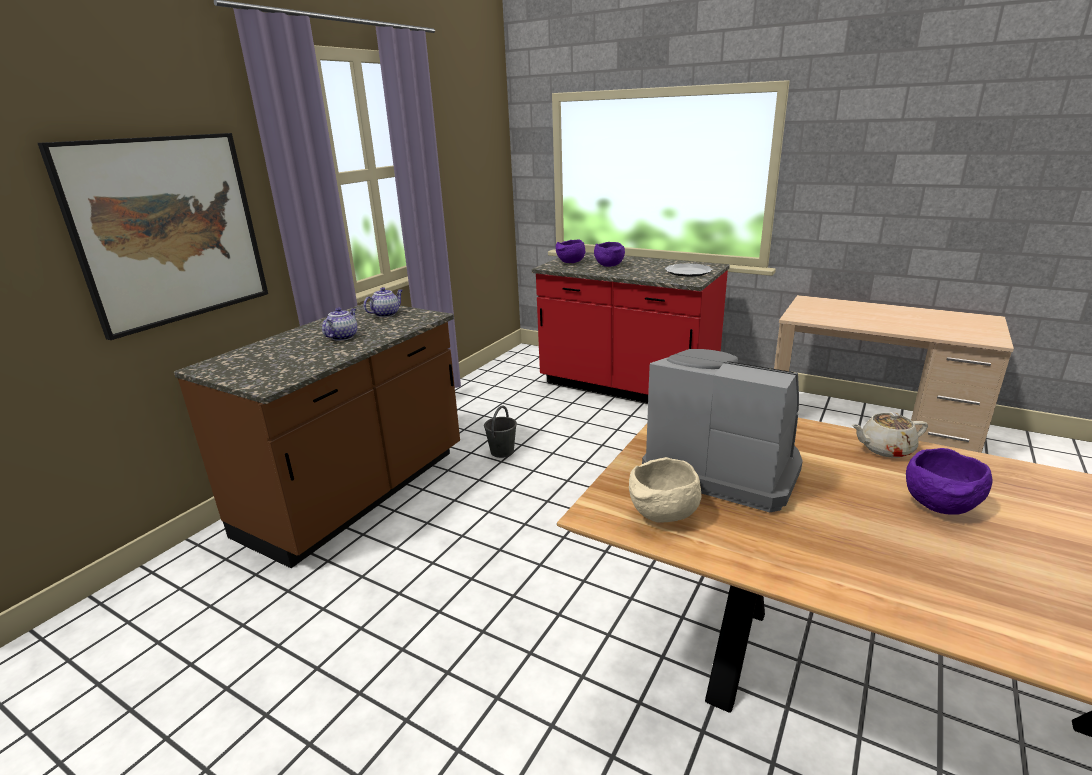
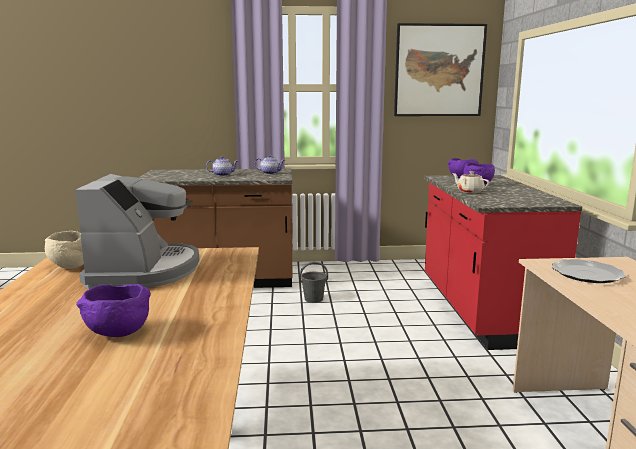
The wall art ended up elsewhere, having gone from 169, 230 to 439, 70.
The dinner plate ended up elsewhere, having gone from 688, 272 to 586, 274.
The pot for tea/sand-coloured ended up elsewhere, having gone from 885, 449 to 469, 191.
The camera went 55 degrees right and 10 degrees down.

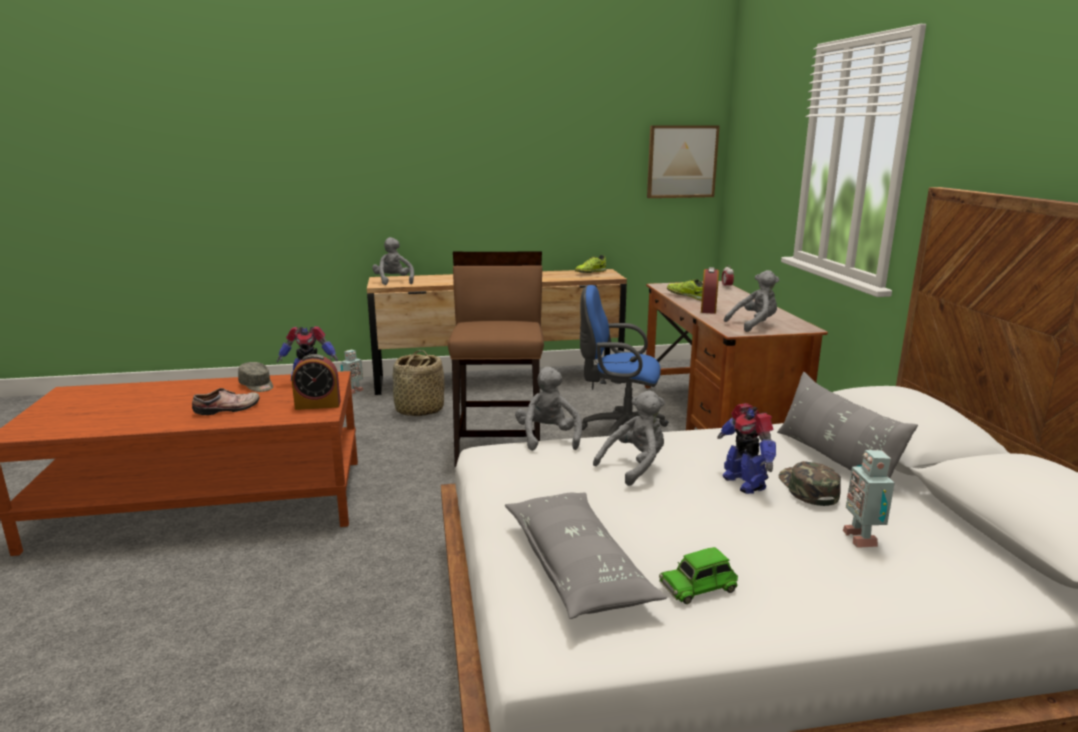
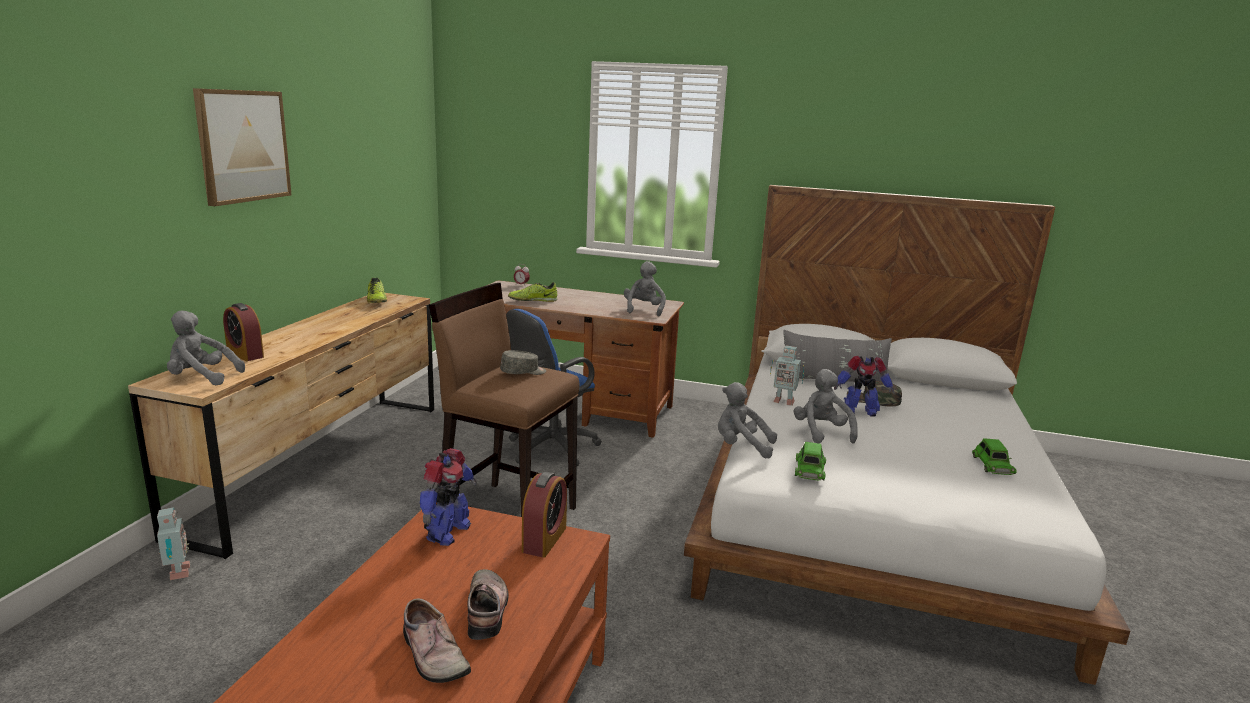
The second view lost the household basket at 419, 410.
The second view lost the cushion/gray at 577, 567.
The second view gained the shoe at 431, 655.
The second view gained the miniature car/green-coloured at 809, 469.
The peaked cap/gray ended up elsewhere, having gone from 257, 386 to 523, 372.
The wall art ended up elsewhere, having gone from 681, 161 to 243, 146.
The table clock ended up elsewhere, having gone from 708, 309 to 245, 354.
The toy robot ended up elsewhere, having gone from 862, 538 to 783, 401.
The camera went 65 degrees left and 0 degrees up.

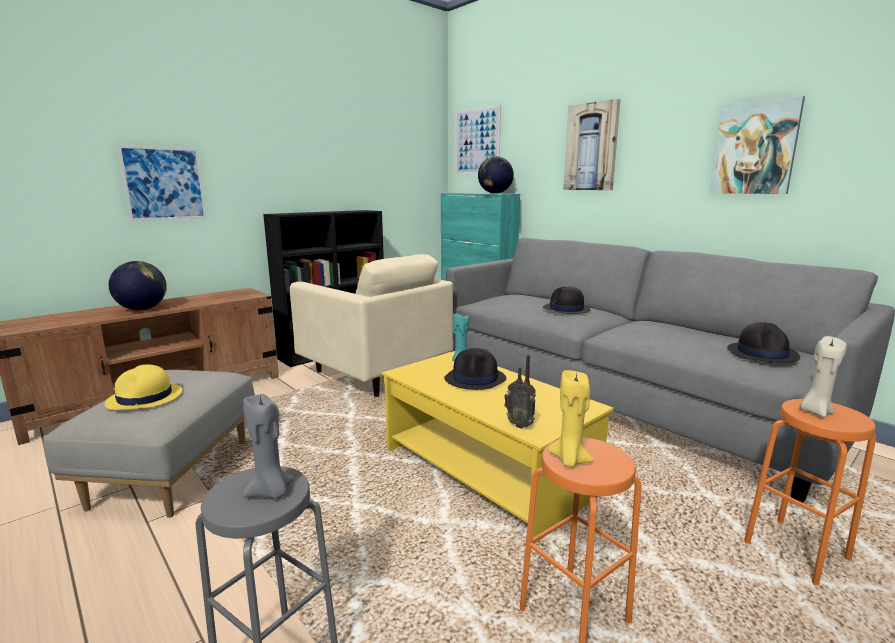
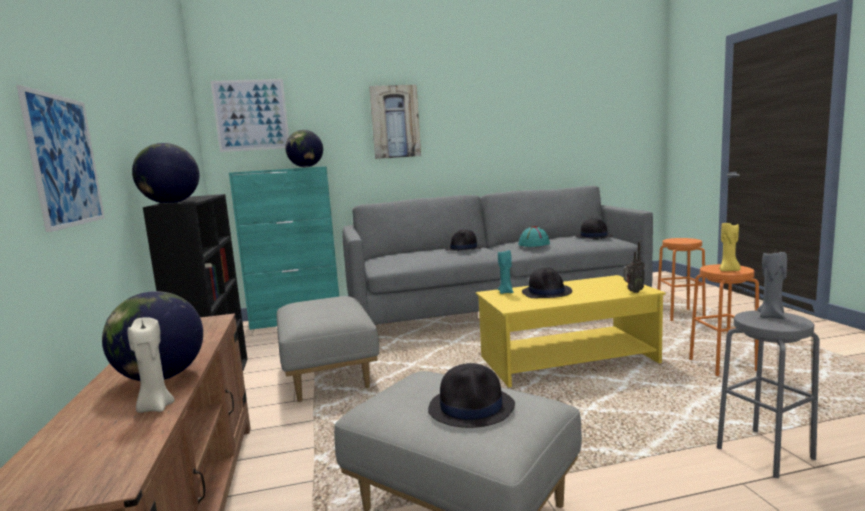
The second view lost the wall art at 754, 148.
The second view gained the globe at 171, 203.
The second view gained the hat/turquoise-coloured at 533, 244.
The wax light/sand-coloured ended up elsewhere, having gone from 815, 411 to 155, 408.
Where the lounge chair/sand-coloured stood at 374, 374, the ottoman/gray came to stand at 329, 375.
What was the hat/yellow-coloured at 145, 398 turned into the hat/black at 472, 408.
The camera went 60 degrees left and 5 degrees down.

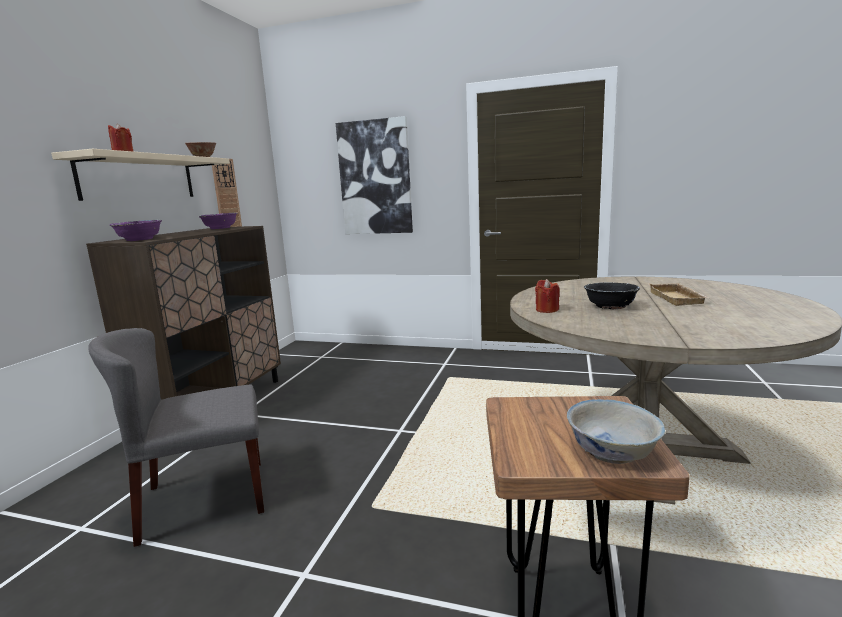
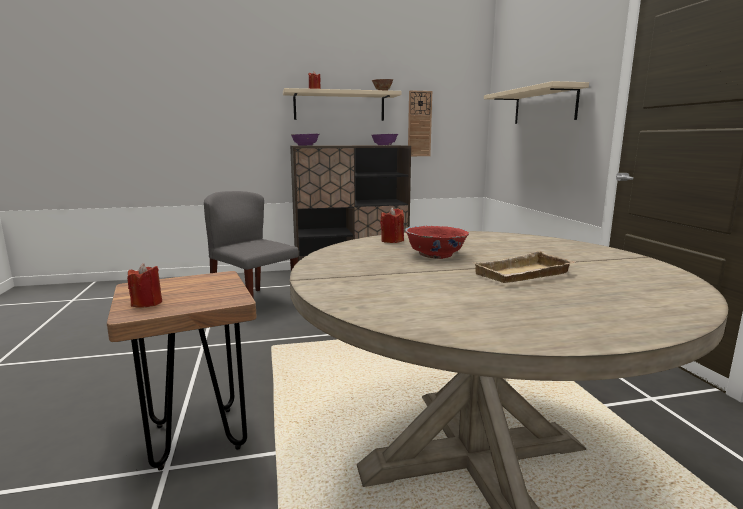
Where the wall art hung at 375, 178, the bracket shelf/sand-coloured came to hang at 544, 106.
Where the serving bowl/whitish stood at 611, 451, the wax light/reddish came to stand at 147, 303.
What was the serving bowl/black at 610, 306 turned into the serving bowl/reddish at 435, 255.
The camera went 60 degrees right and 0 degrees up.

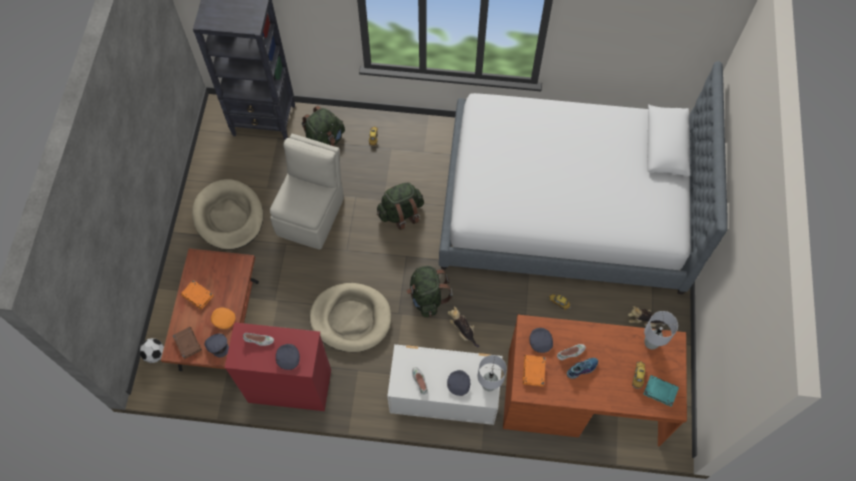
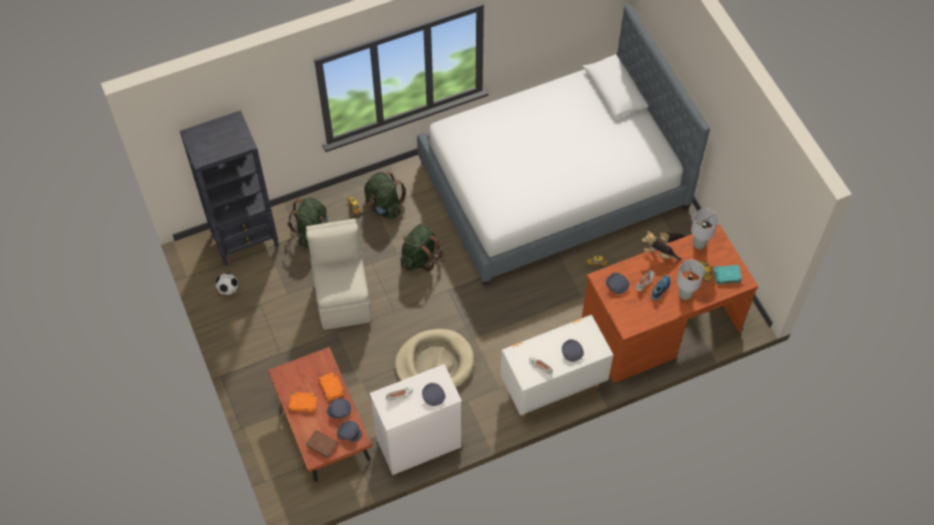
The second view lost the pet bed/sand-coloured at 229, 216.
The football ball ended up elsewhere, having gone from 155, 354 to 228, 289.
The knapsack/green-coloured ended up elsewhere, having gone from 427, 297 to 384, 206.
The plush toy ended up elsewhere, having gone from 463, 331 to 659, 253.
The tabletop lamp/gray ended up elsewhere, having gone from 489, 385 to 685, 295.
The volume/orangey ended up elsewhere, having gone from 534, 371 to 332, 387.
What was the peaked cap/orangey at 223, 320 turned into the peaked cap/gray at 339, 410.
What was the dresser/reddish at 289, 386 turned into the dresser/whitish at 418, 443.
The camera went 30 degrees left and 5 degrees down.

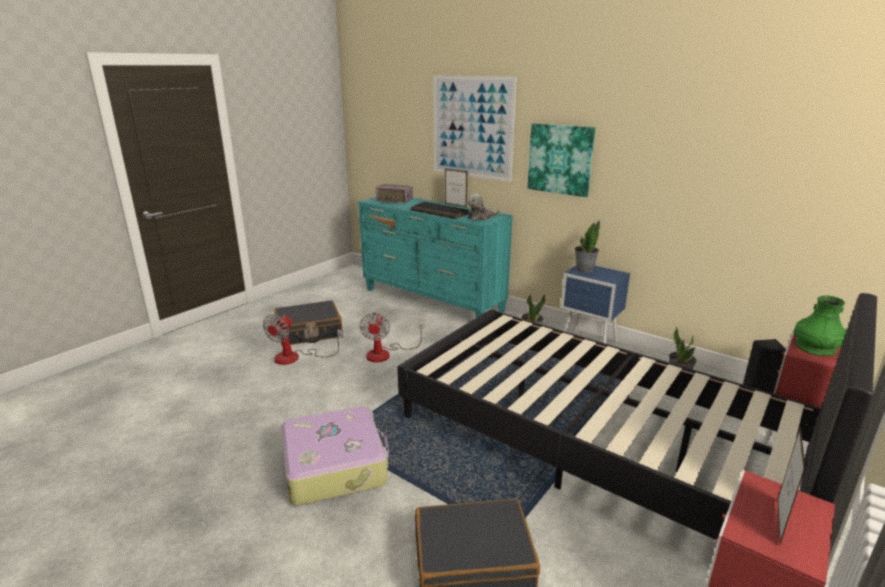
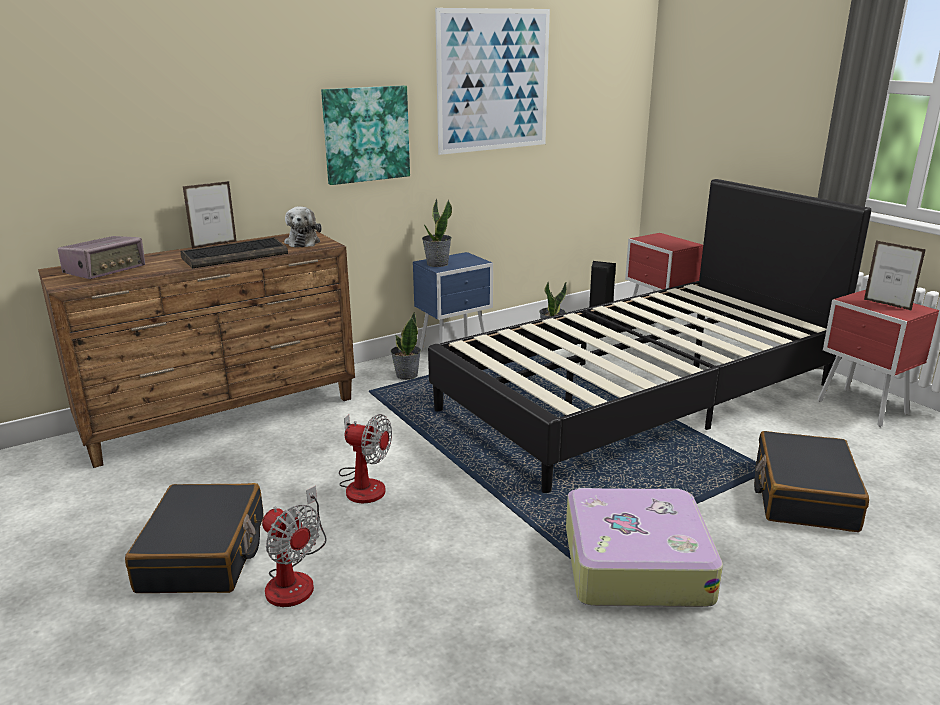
The second view lost the vase/green-coloured at 815, 347.
The wall art ended up elsewhere, having gone from 472, 127 to 493, 81.
What was the dresser/turquoise-coloured at 432, 300 turned into the dresser/brown-coloured at 223, 416.
The camera went 70 degrees left and 0 degrees up.

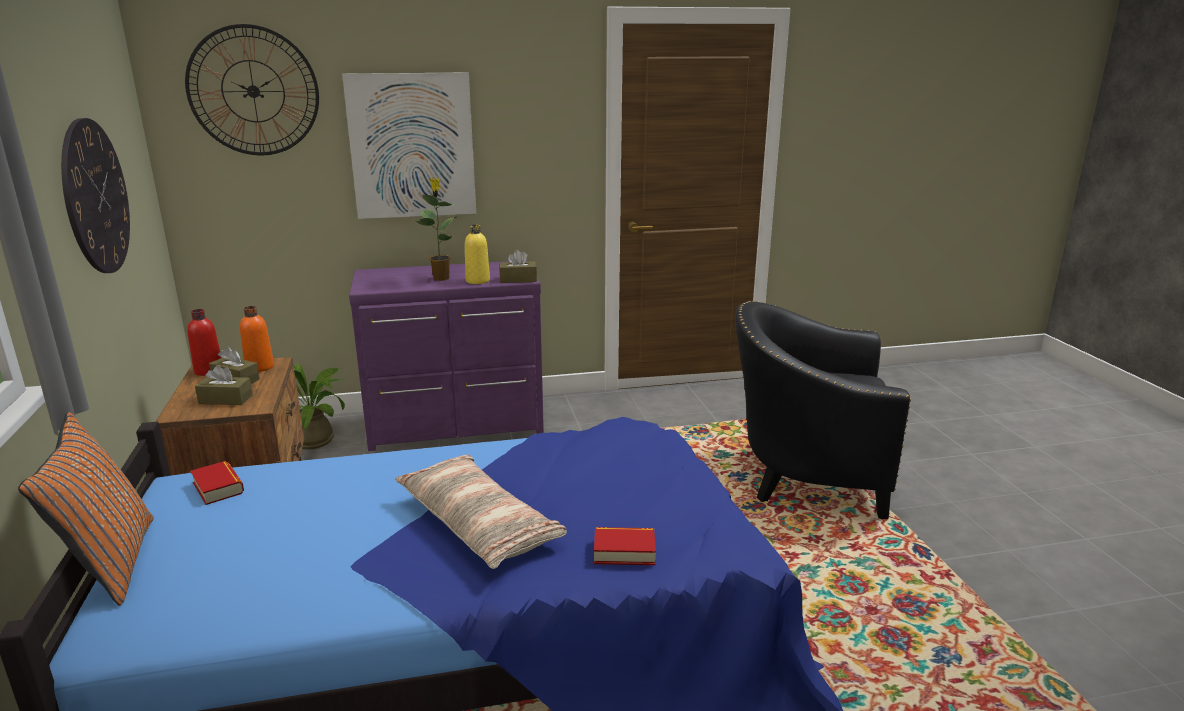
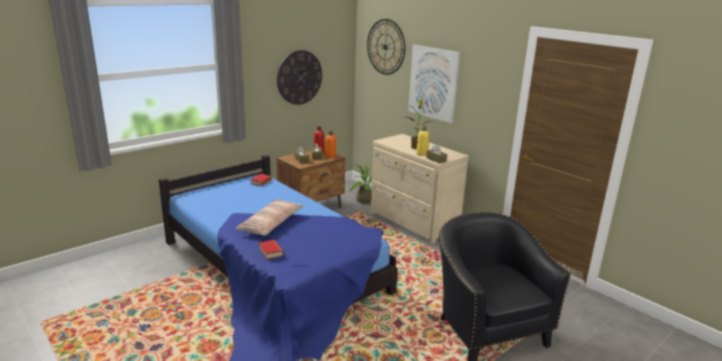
The second view lost the cushion/orangey at 110, 563.
What was the dresser/purple-coloured at 457, 425 turned into the dresser/sand-coloured at 412, 222.
The camera went 60 degrees right and 0 degrees up.

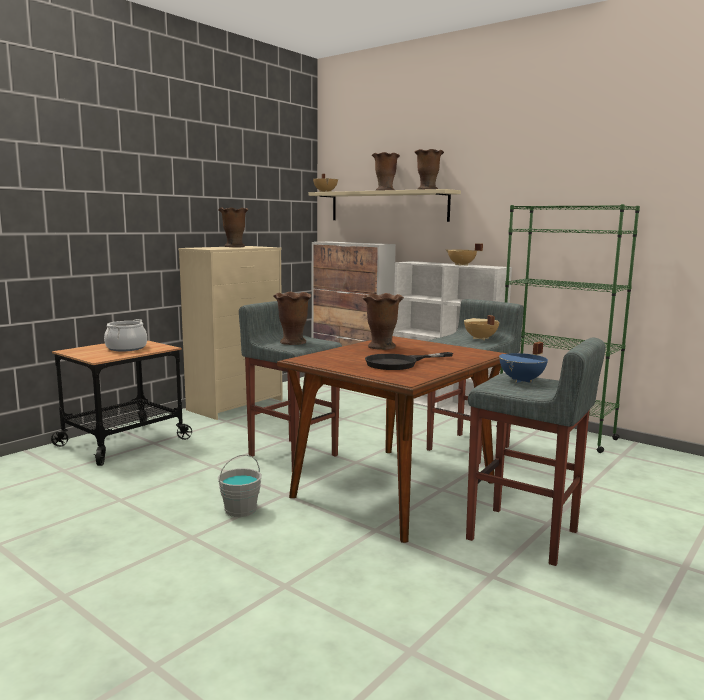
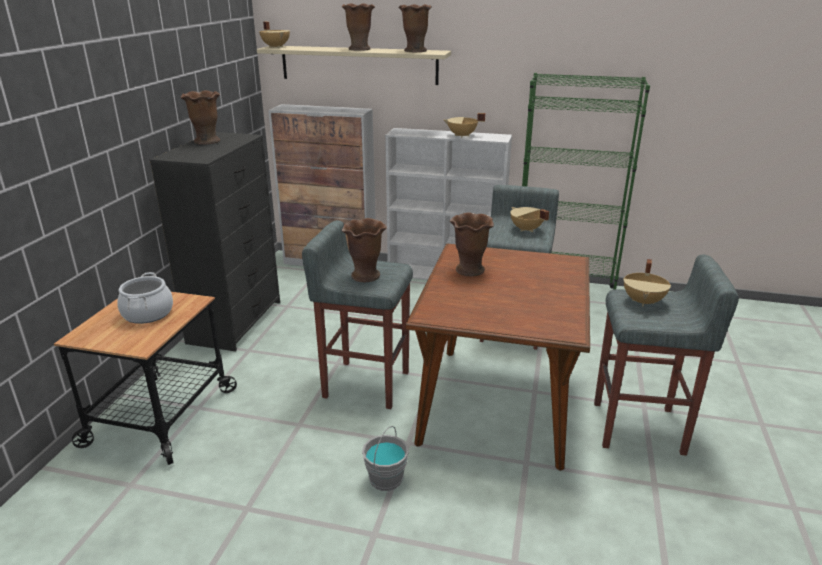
The second view lost the pan/black at 399, 363.
What was the dresser/sand-coloured at 236, 405 turned into the dresser/black at 236, 321.
What was the saucepot/bluish at 522, 381 turned into the saucepot/sand-coloured at 644, 301.
The camera went 25 degrees left and 15 degrees up.

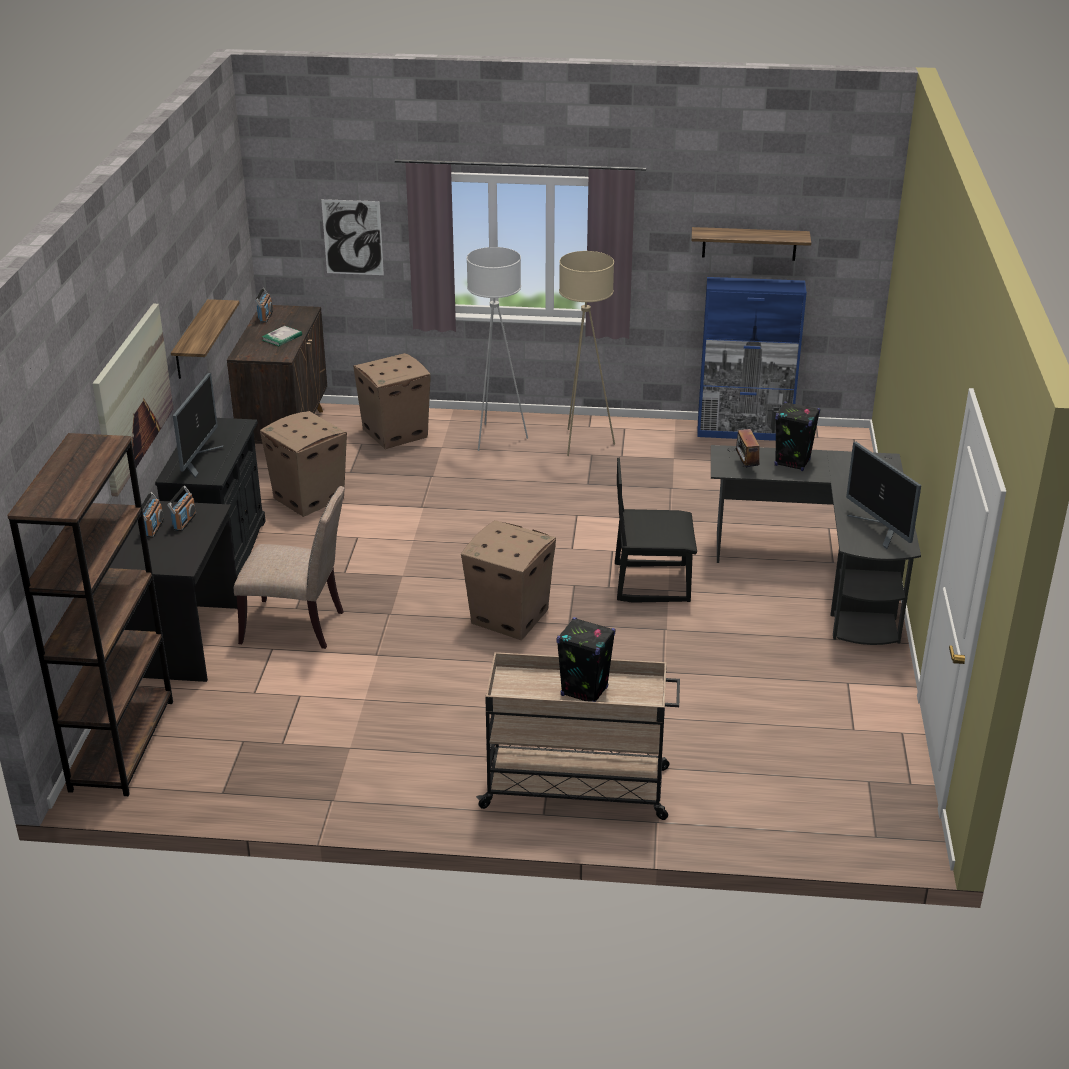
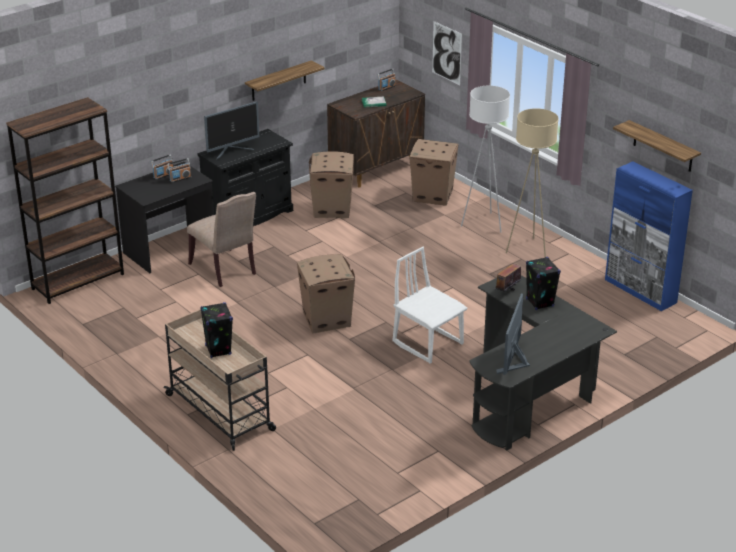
The second view lost the wall art at 132, 397.
What was the upright chair/black at 651, 582 turned into the upright chair/whitish at 428, 343.
The camera went 45 degrees right and 0 degrees up.

